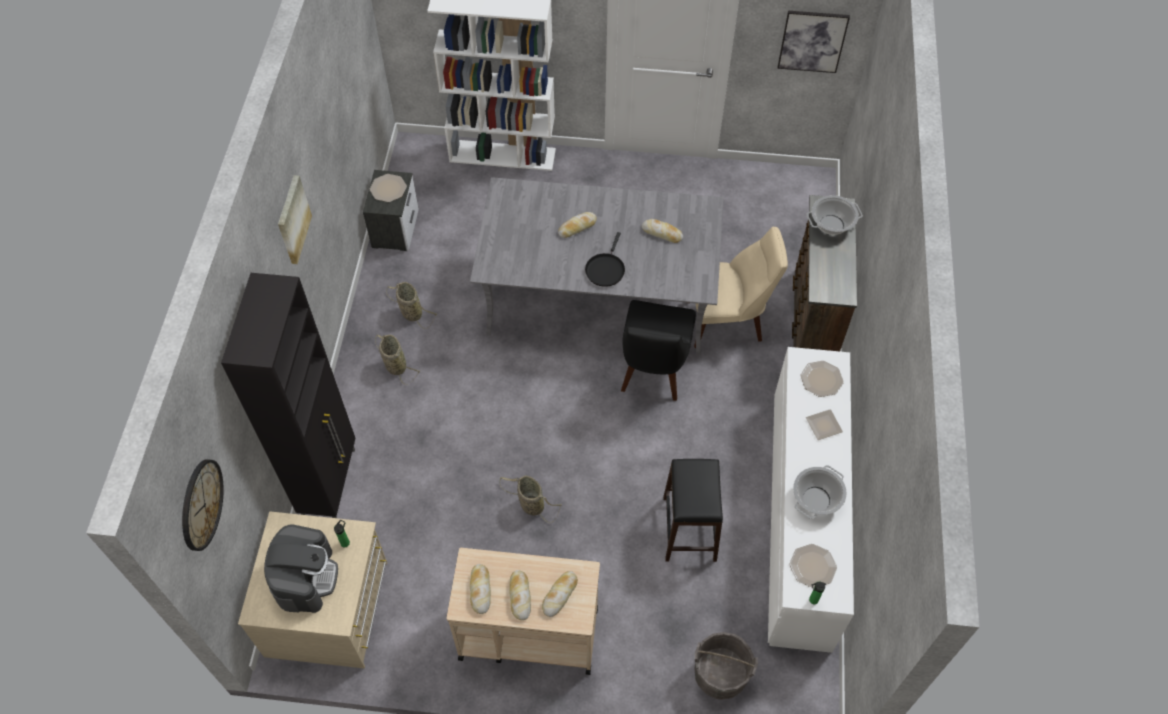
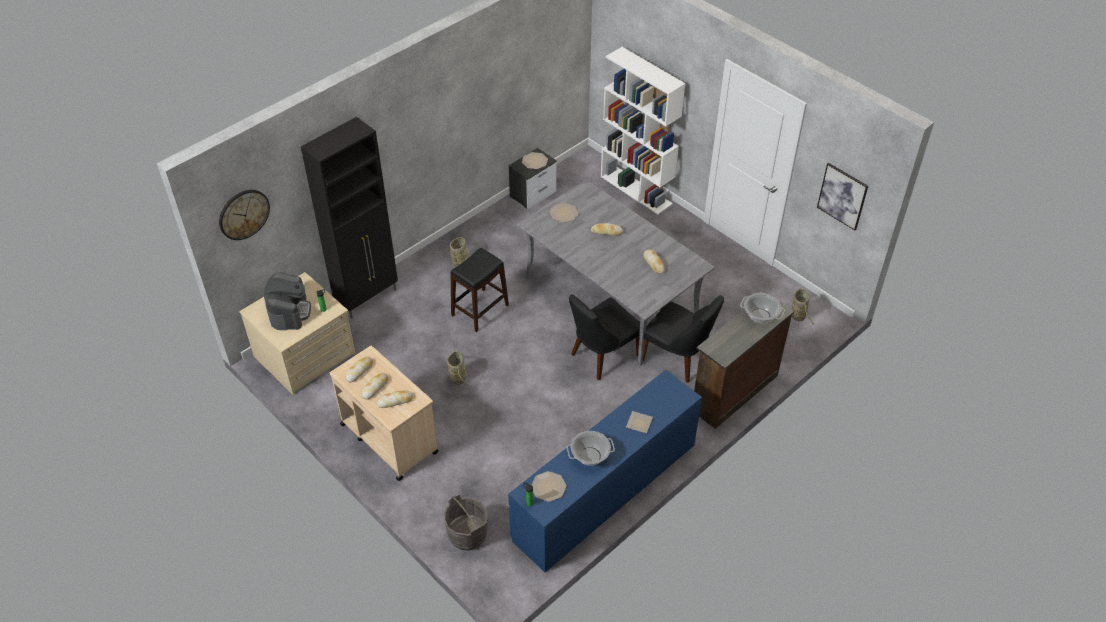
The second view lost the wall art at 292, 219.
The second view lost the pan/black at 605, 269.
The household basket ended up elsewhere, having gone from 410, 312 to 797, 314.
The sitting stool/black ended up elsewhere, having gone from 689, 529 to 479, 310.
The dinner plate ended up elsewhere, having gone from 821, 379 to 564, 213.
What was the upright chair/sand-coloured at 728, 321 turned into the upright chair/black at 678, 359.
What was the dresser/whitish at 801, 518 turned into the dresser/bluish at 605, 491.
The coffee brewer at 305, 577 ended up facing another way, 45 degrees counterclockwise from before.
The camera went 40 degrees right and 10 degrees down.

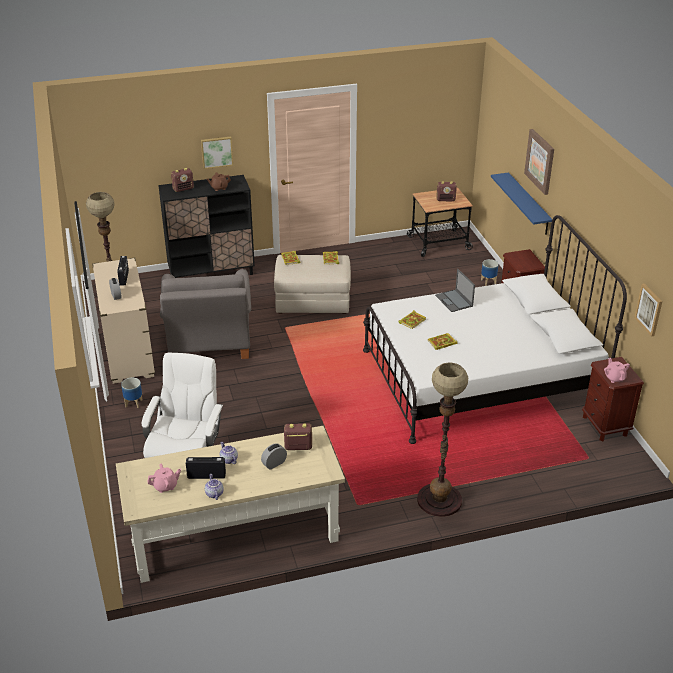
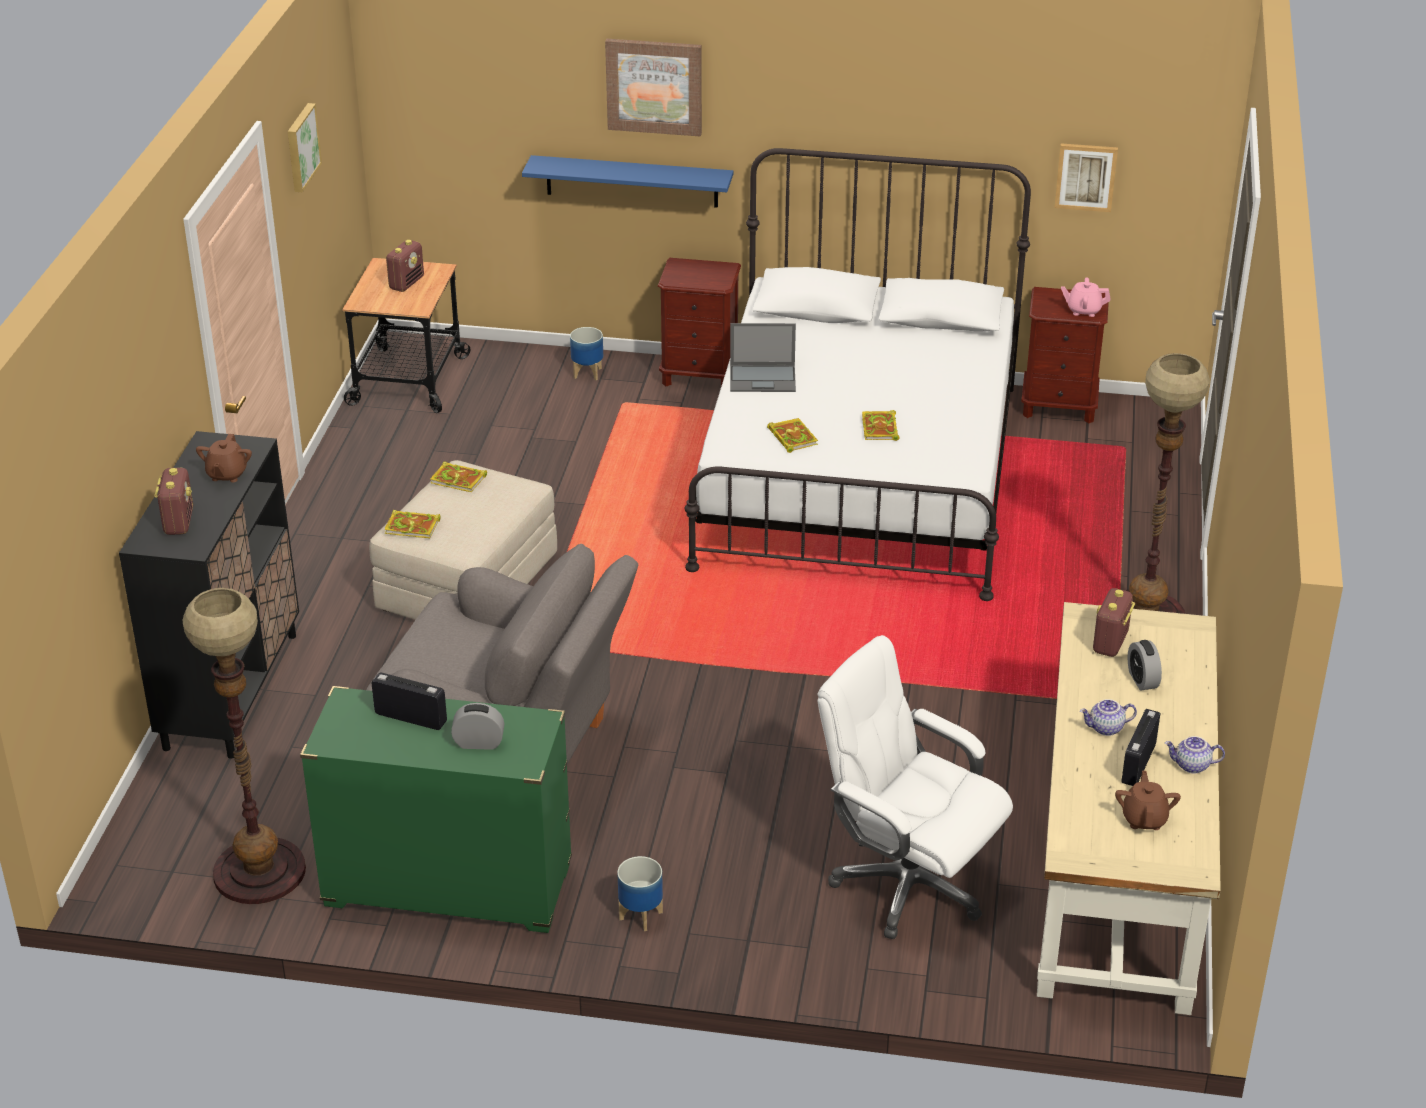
The wall art ended up elsewhere, having gone from 216, 152 to 301, 147.
What was the dresser/sand-coloured at 128, 353 turned into the dresser/green-coloured at 447, 886.
What was the pot for tea/pink-coloured at 165, 486 turned into the pot for tea/brown-coloured at 1144, 819.
The camera went 65 degrees left and 0 degrees up.

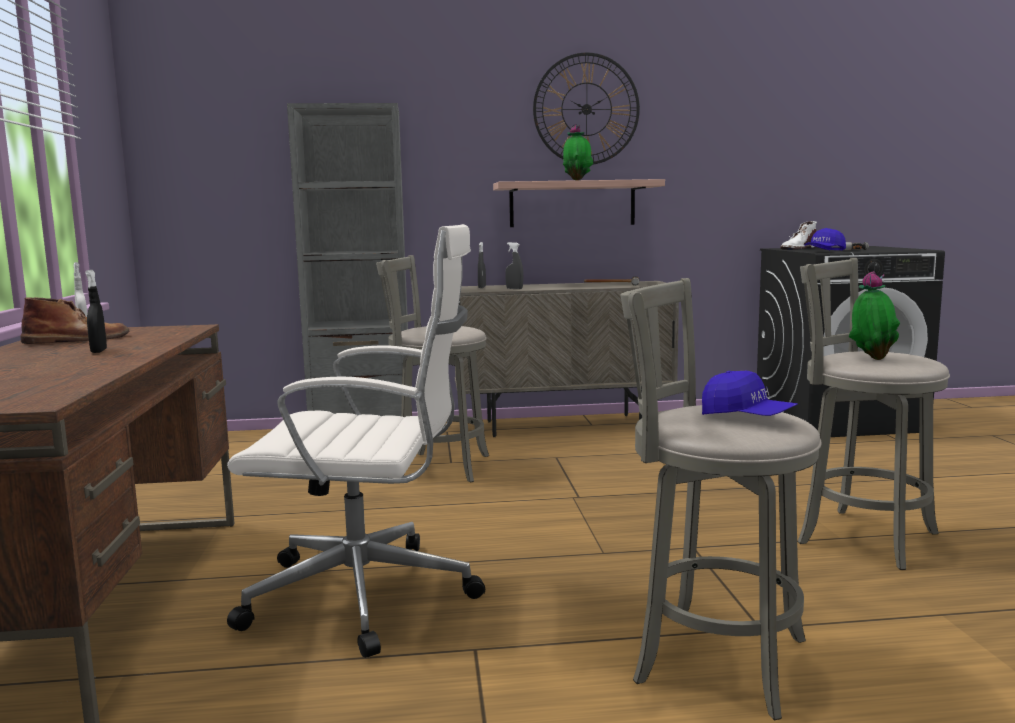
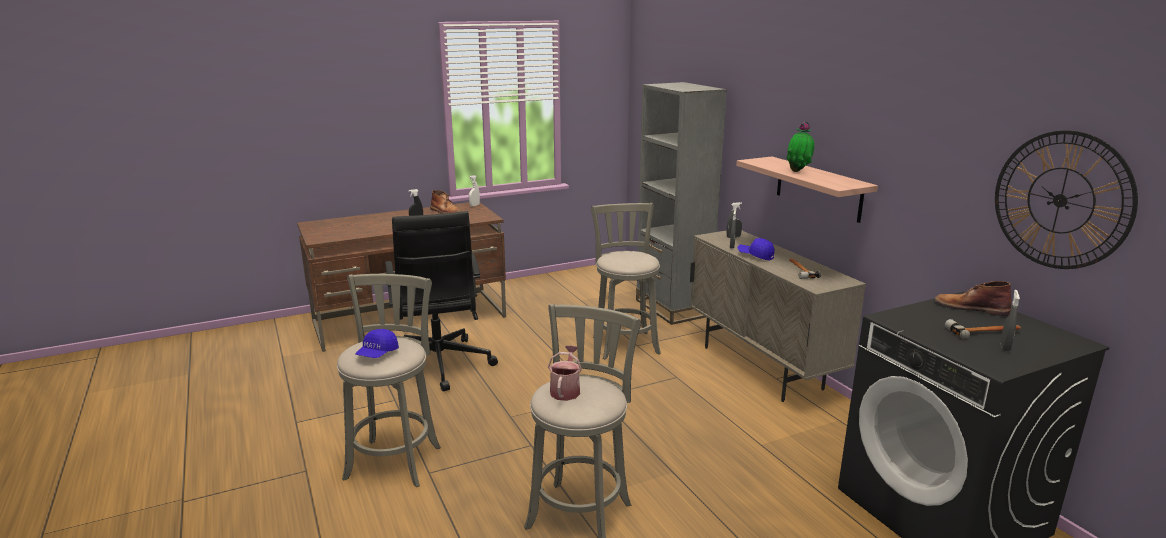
The second view gained the hand sprayer/gray at 1005, 347.
The clock on the wall ended up elsewhere, having gone from 586, 109 to 1060, 200.
The peaked cap/bluish ended up elsewhere, having gone from 824, 251 to 755, 256.
Where the houseplant stood at 871, 359, the sprinkling can came to stand at 566, 390.
What was the computer chair/whitish at 369, 596 turned into the computer chair/black at 438, 366.
What was the high-top boot/whitish at 798, 248 turned into the high-top boot/brown-coloured at 970, 308.
The camera went 70 degrees right and 10 degrees up.

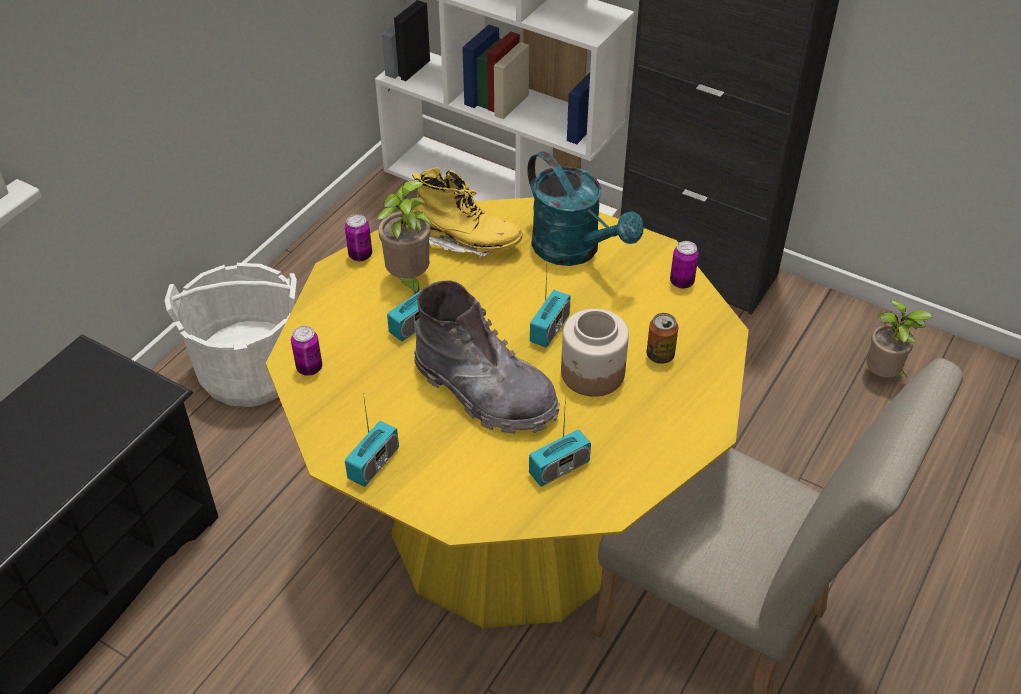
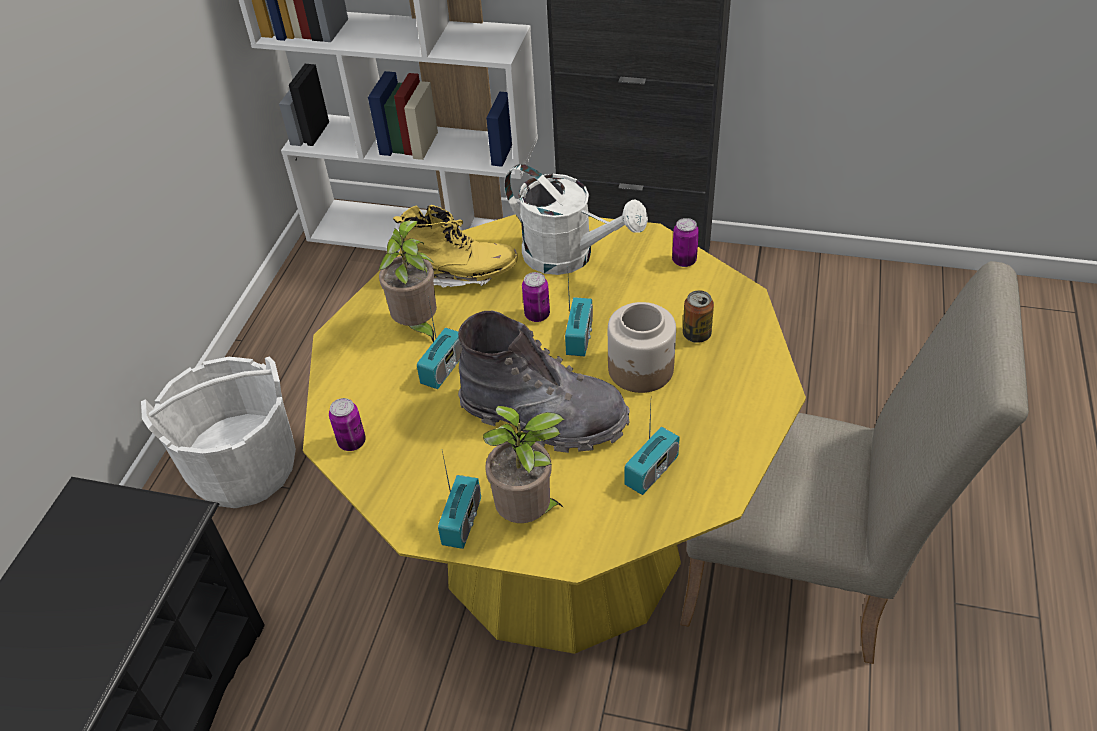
The sealed can ended up elsewhere, having gone from 360, 255 to 537, 315.
The houseplant ended up elsewhere, having gone from 883, 376 to 528, 514.
What was the sprinkling can/turquoise-coloured at 575, 250 turned into the sprinkling can/whitish at 569, 257.
The camera went 15 degrees left and 0 degrees up.

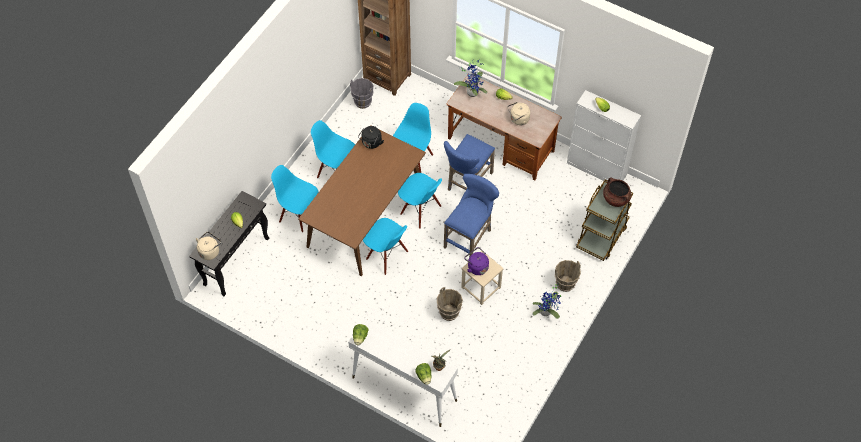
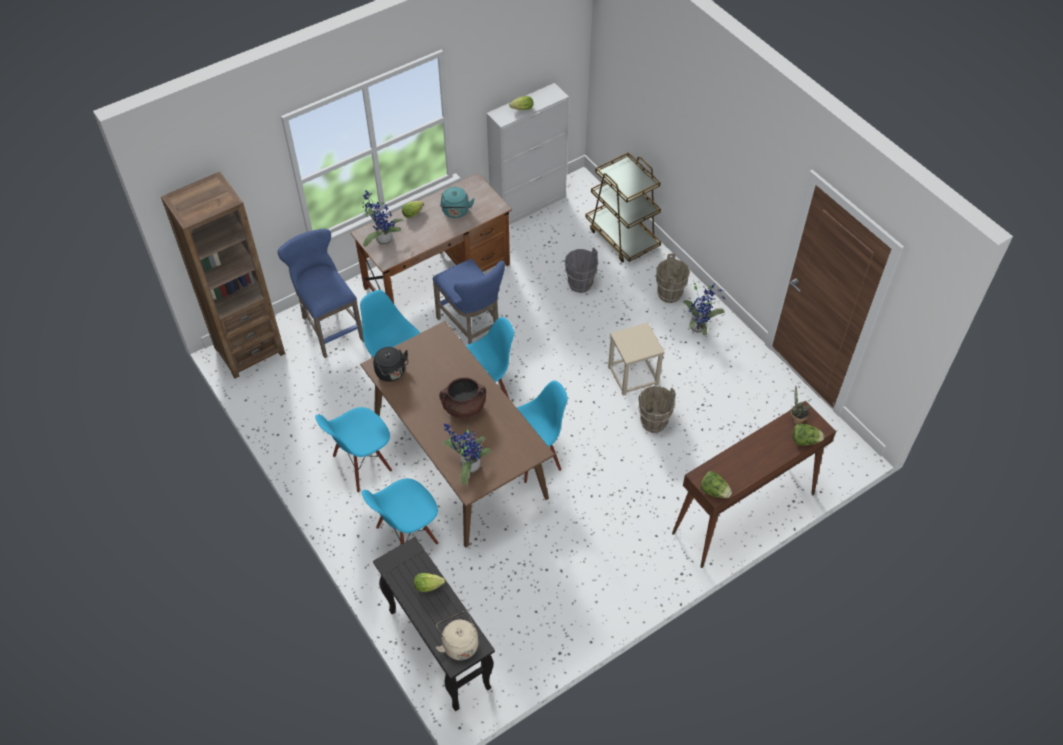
The second view lost the kettle/purple-coloured at 476, 267.
The second view gained the houseplant at 468, 466.
The pail/gray ended up elsewhere, having gone from 363, 102 to 580, 284.
The sitting stool/bluish ended up elsewhere, having gone from 470, 237 to 329, 326.
The saucepot/brown-coloured ended up elsewhere, having gone from 615, 199 to 464, 407.
What was the console table/whitish at 403, 389 turned into the console table/brown-coloured at 743, 514.
What was the kettle/sand-coloured at 518, 119 turned into the kettle/turquoise-coloured at 455, 212.
The camera went 65 degrees left and 5 degrees down.

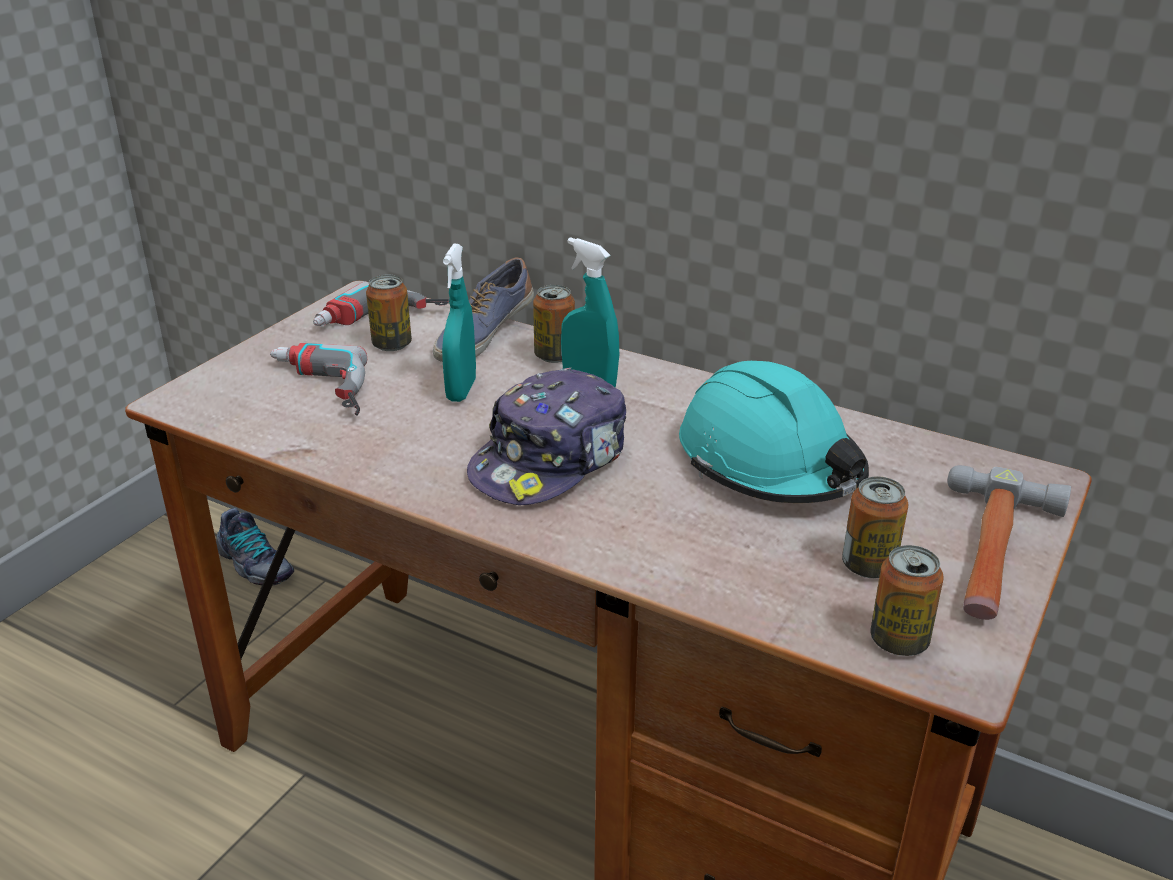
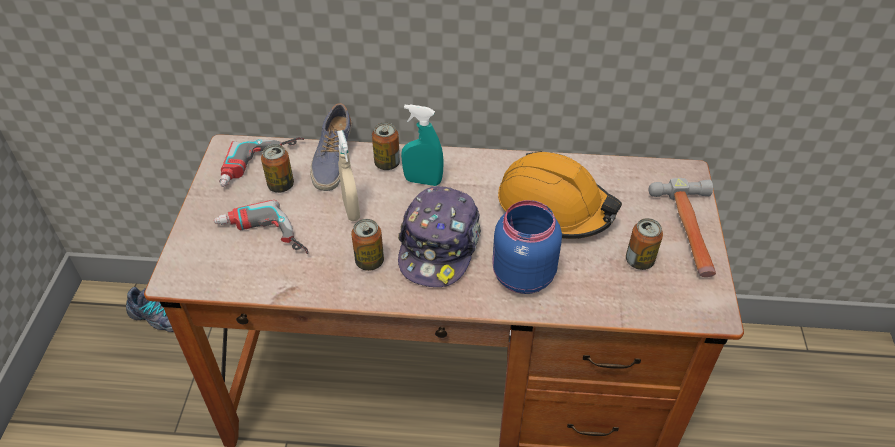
The second view gained the storage jar/bluish at 521, 276.
The sealed can ended up elsewhere, having gone from 898, 641 to 369, 261.
What was the hand sprayer/turquoise-coloured at 461, 391 turned into the hand sprayer/sand-coloured at 351, 210.
What was the safety helmet/turquoise-coloured at 770, 464 turned into the safety helmet/orangey at 554, 208.
The camera went 25 degrees left and 15 degrees up.

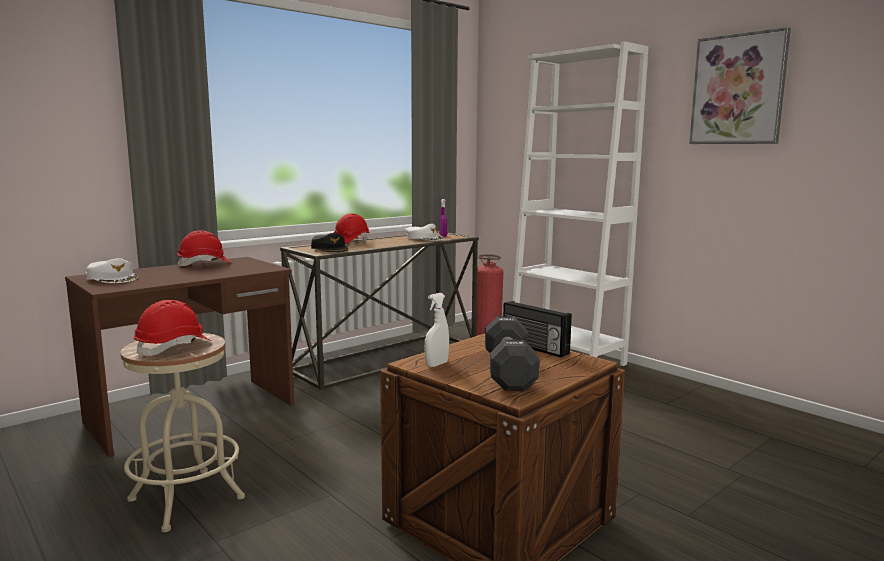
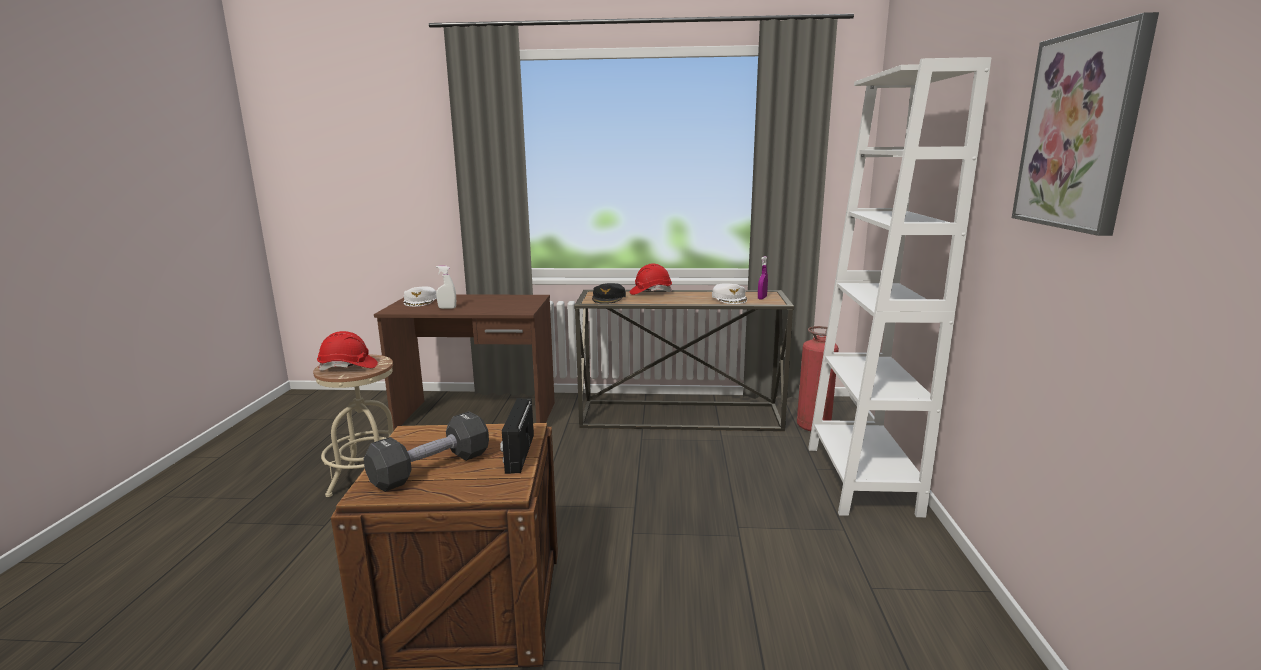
The second view lost the safety helmet/reddish at 204, 264.
The hand sprayer/whitish ended up elsewhere, having gone from 436, 364 to 447, 308.
The camera went 45 degrees right and 5 degrees up.

